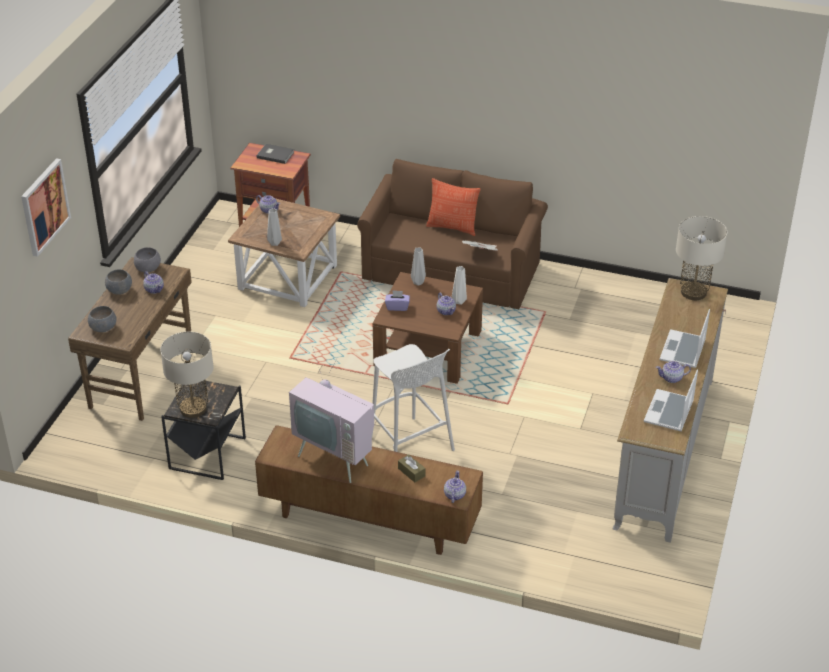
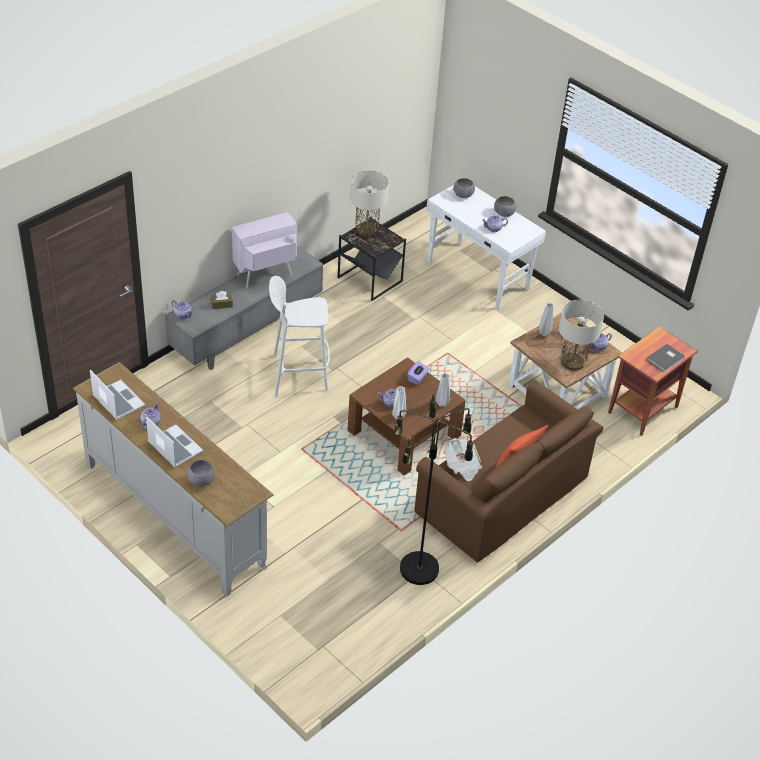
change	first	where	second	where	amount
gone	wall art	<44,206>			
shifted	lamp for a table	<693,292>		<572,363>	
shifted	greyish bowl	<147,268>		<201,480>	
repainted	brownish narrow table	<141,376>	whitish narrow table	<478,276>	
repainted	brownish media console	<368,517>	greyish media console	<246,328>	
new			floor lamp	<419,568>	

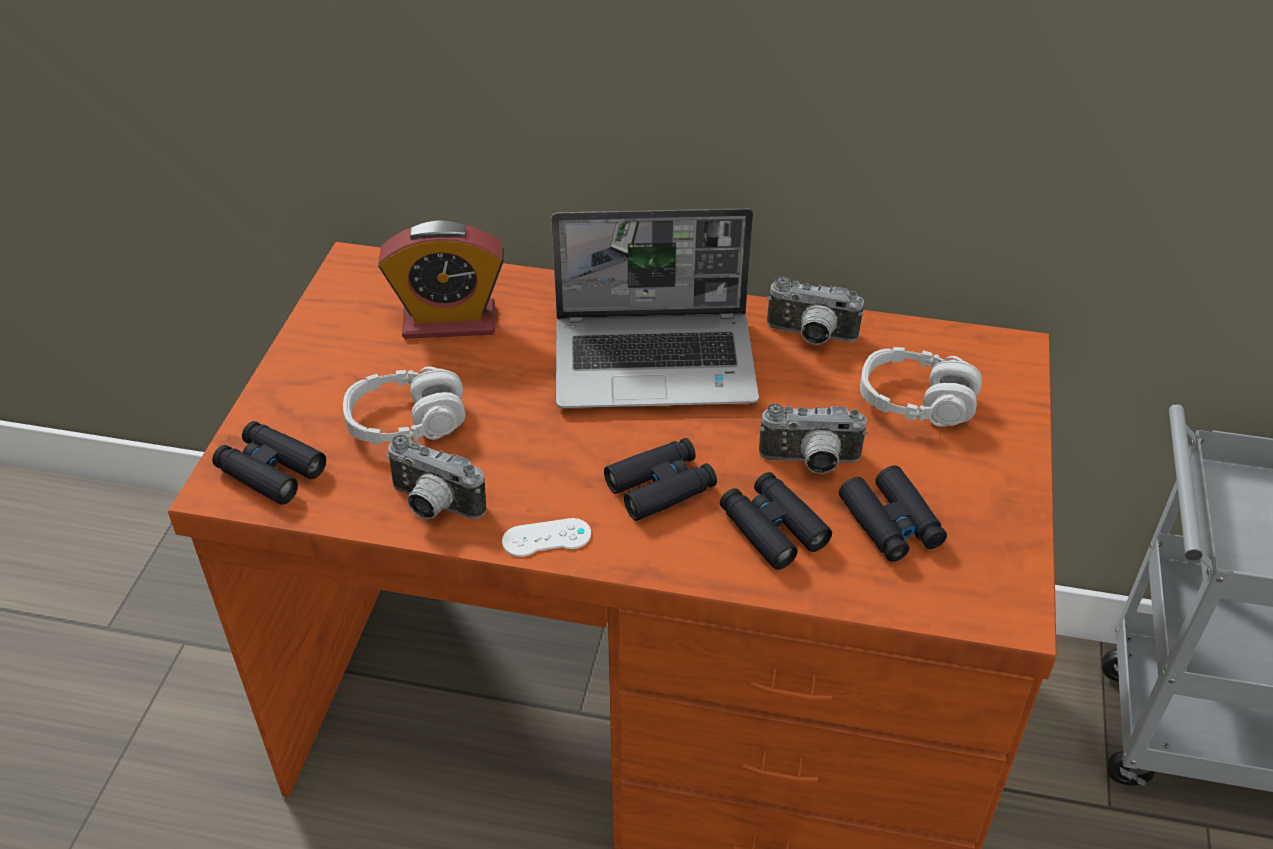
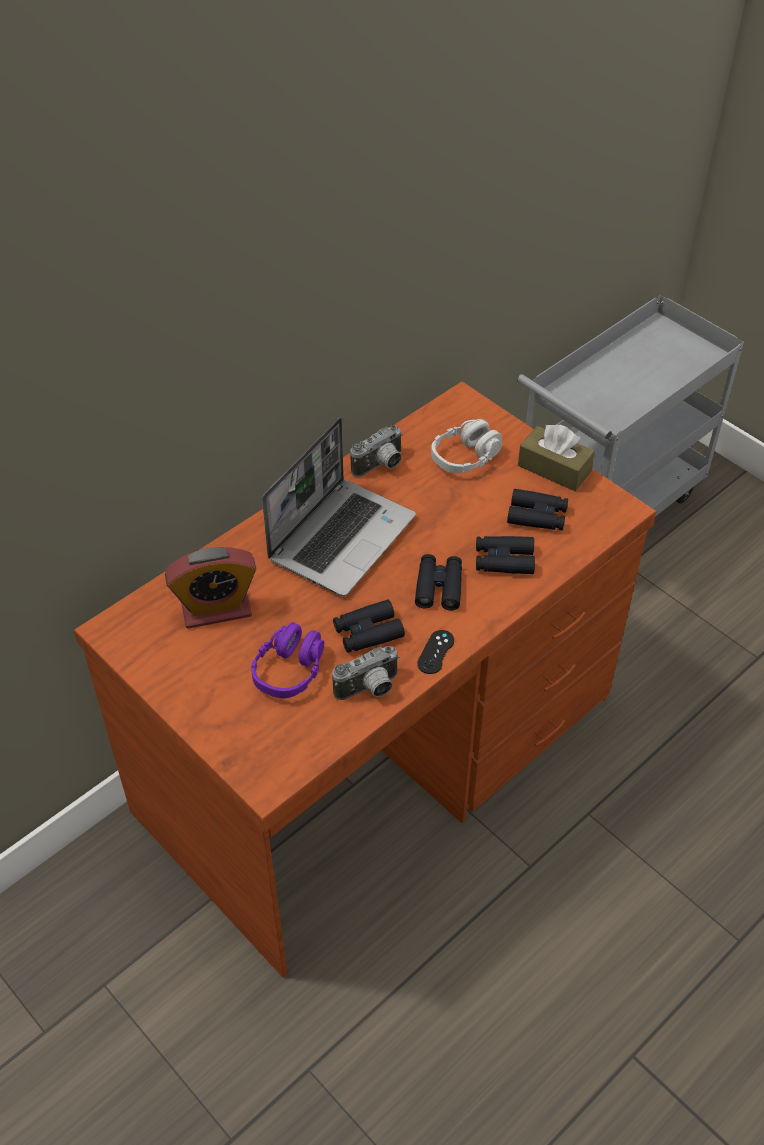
change	first	where	second	where	amount
rotated	table clock	<449,321>		<216,609>	45 degrees clockwise
repainted	greyish headphones	<407,422>	purple-coloured headphones	<289,670>	
gone	still camera	<810,463>			
shifted	blackish binoculars	<271,470>		<368,632>	
repainted	whitish gamepad	<546,538>	blackish gamepad	<435,652>	
new			brownish tissue box	<554,468>	

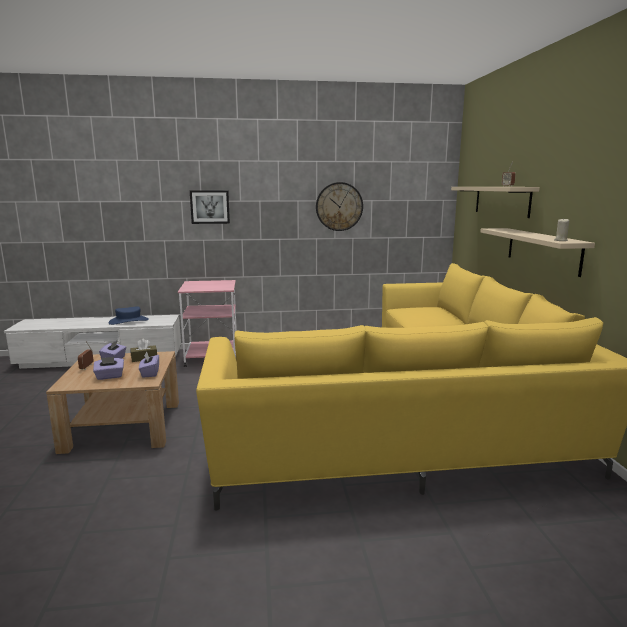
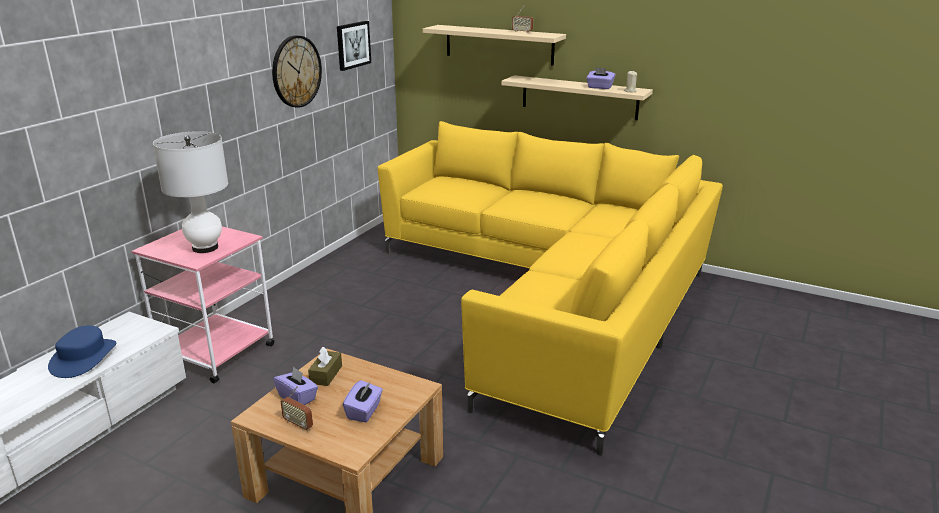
change	first	where	second	where	amount
shifted	wall art	<210,207>		<353,45>	
shifted	purple-coloured tissue box	<150,373>		<599,87>	
new			whitish lamp for a table	<205,248>	

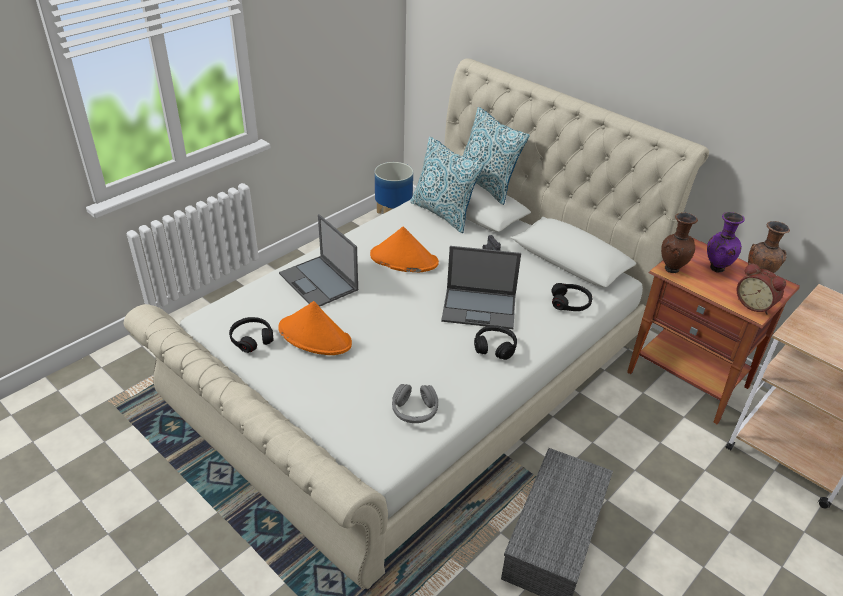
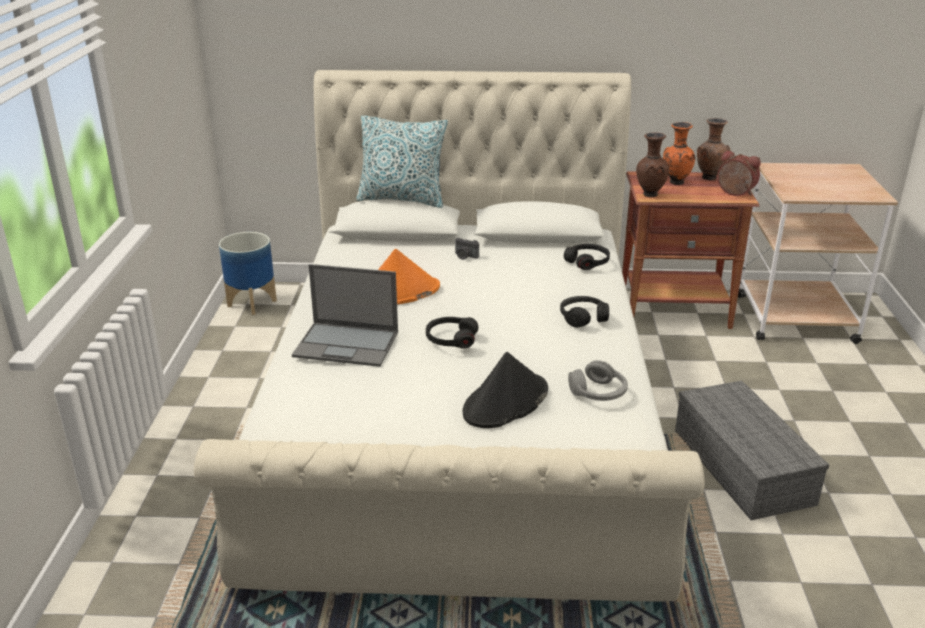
change	first	where	second	where	amount
gone	cushion	<443,213>			
repainted	purple-coloured decorative vase	<716,268>	orangey decorative vase	<675,182>	
gone	notebook computer	<480,308>			
rotated	table clock	<755,304>		<734,193>	150 degrees counterclockwise
gone	orangey wearable hat	<315,336>			
shifted	blackish headphones	<251,339>		<451,339>	
new			blackish wearable hat	<505,402>	

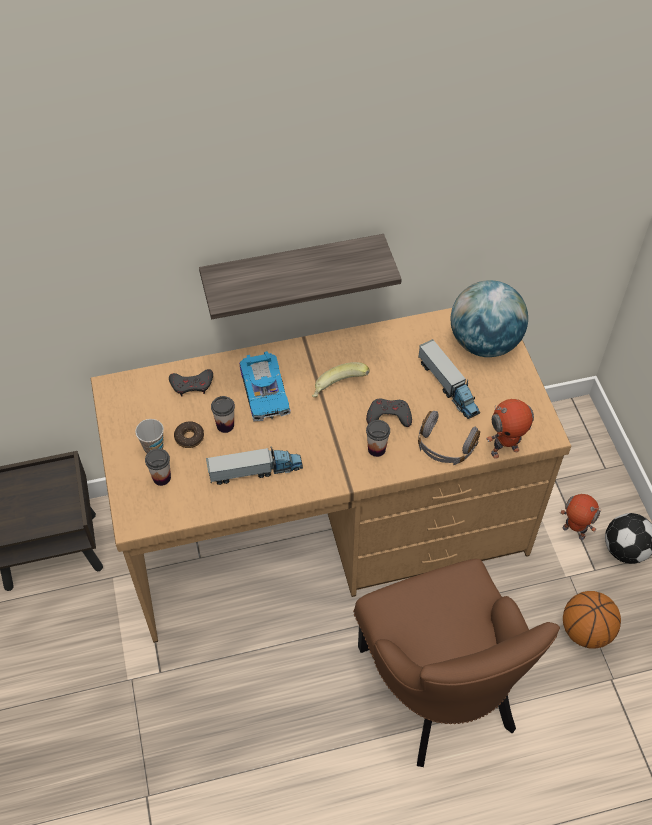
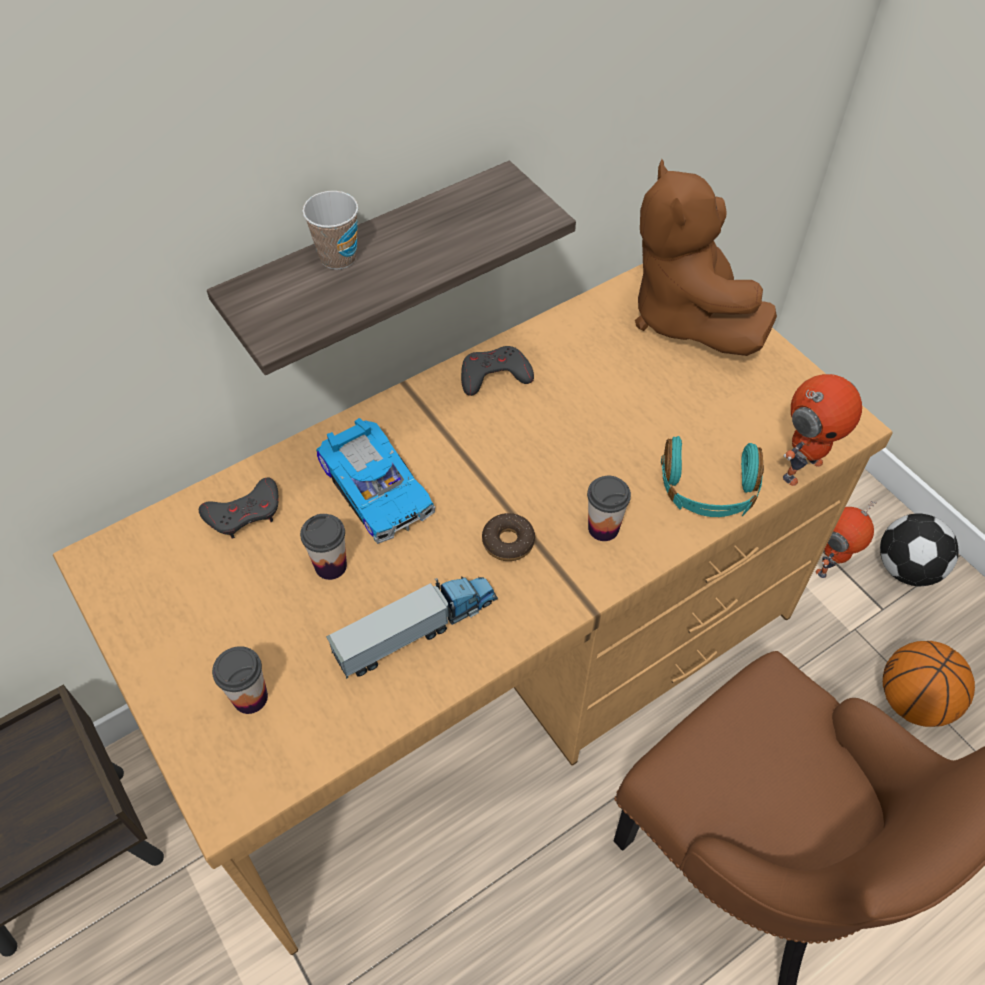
change	first	where	second	where	amount
swapped	world globe	<484,343>	brownish plush toy	<685,316>	
gone	toy truck	<448,386>			
gone	banana	<339,390>			
shifted	greyish gamepad	<389,415>		<494,375>	
repainted	greyish headphones	<445,446>	turquoise-coloured headphones	<708,490>	
shifted	drinking cup	<153,448>		<338,257>	
shifted	donut	<189,437>		<508,542>	
rotated	robot figure	<573,533>		<830,566>	60 degrees counterclockwise

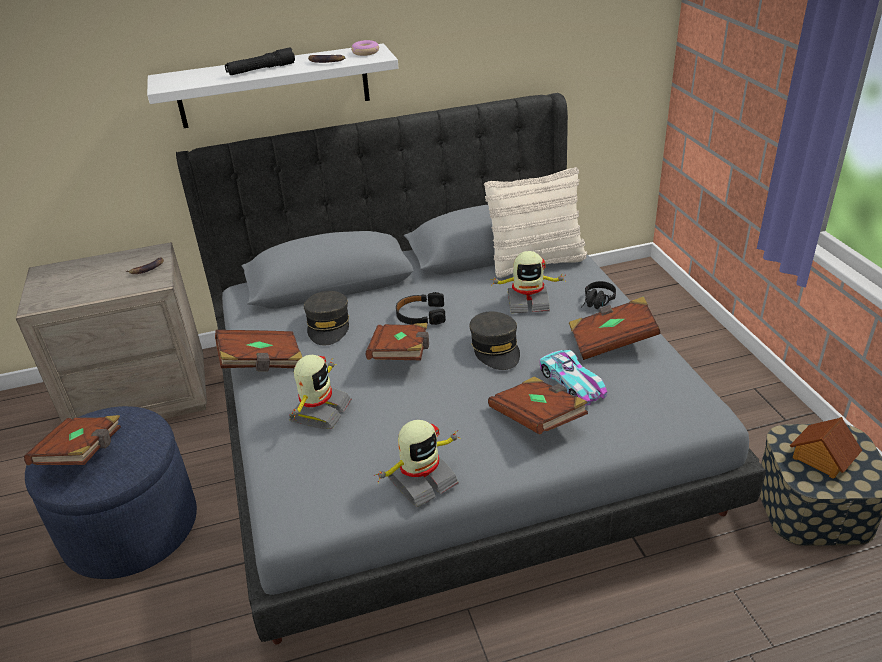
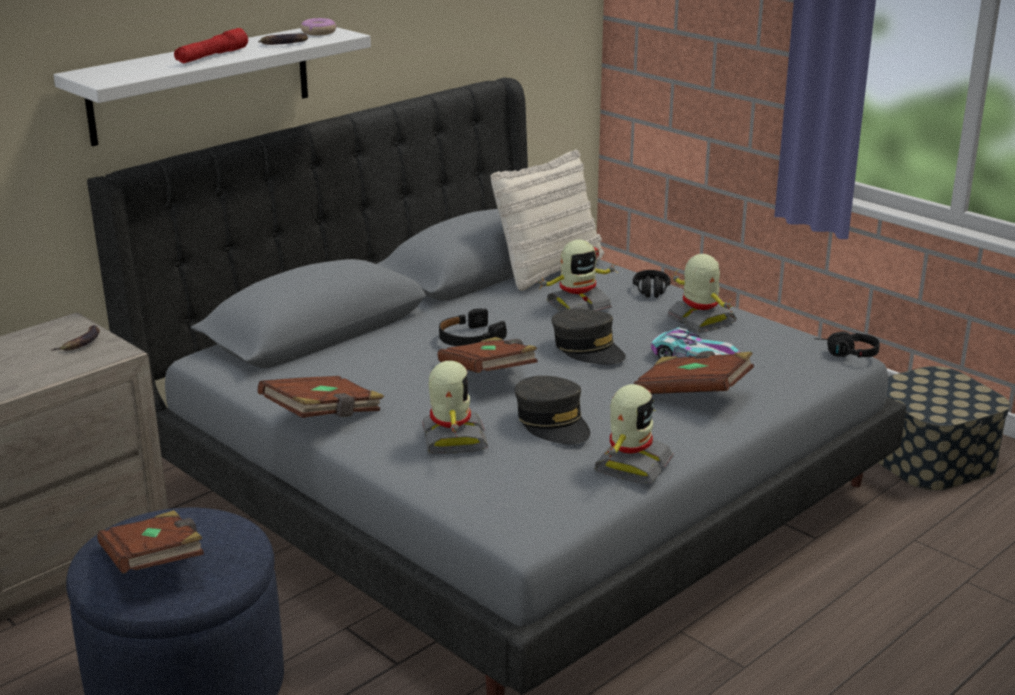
change	first	where	second	where	amount
repainted	blackish hand torch	<261,70>	red hand torch	<212,56>	
shifted	greyish peaked cap	<328,326>		<552,423>	
swapped	brownish volume	<611,342>	robot figure	<700,321>	
gone	toy house	<821,458>			
new			blackish headphones	<845,354>	

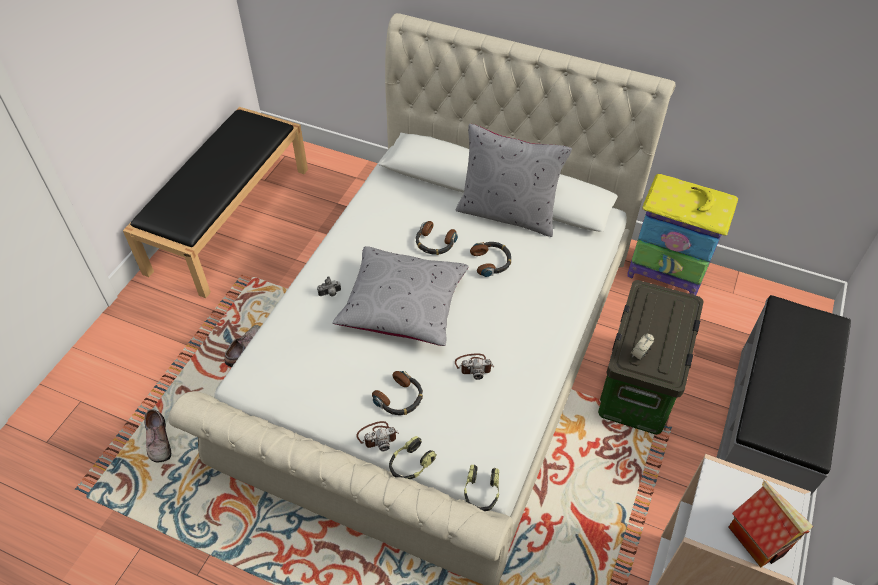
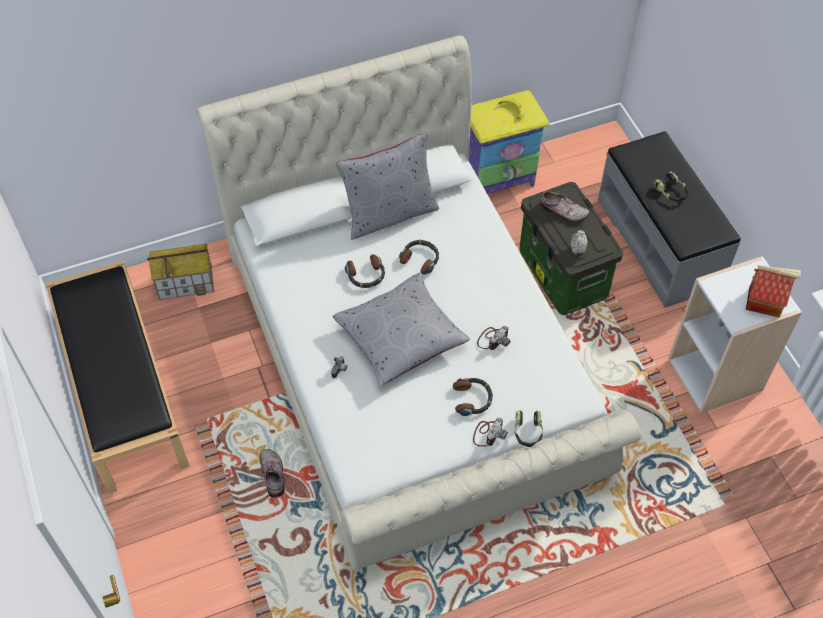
change	first	where	second	where	amount
shifted	shoe	<157,440>		<562,211>	
shifted	headphones	<481,492>		<671,192>	
new			toy house	<186,282>	

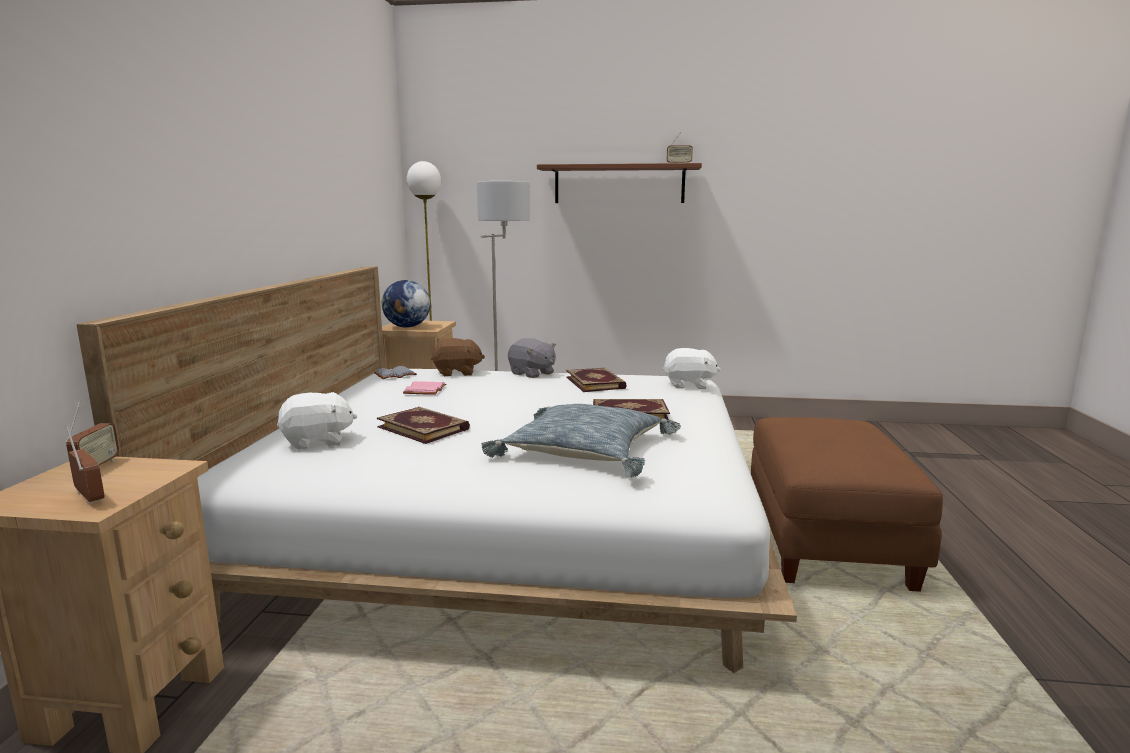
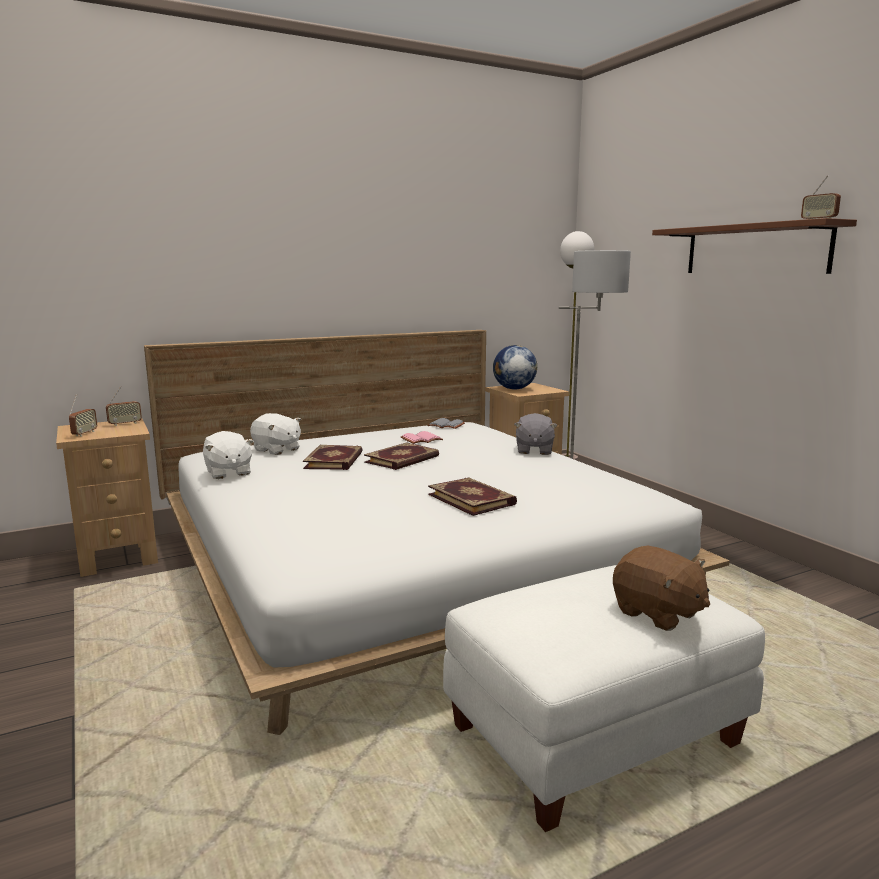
change	first	where	second	where	amount
shifted	brownish plush toy	<457,373>		<657,613>	
shifted	whitish plush toy	<689,385>		<228,473>	
shifted	volume	<596,382>		<402,459>	
gone	cushion	<585,447>			
repainted	brownish ottoman	<824,540>	whitish ottoman	<594,734>	

